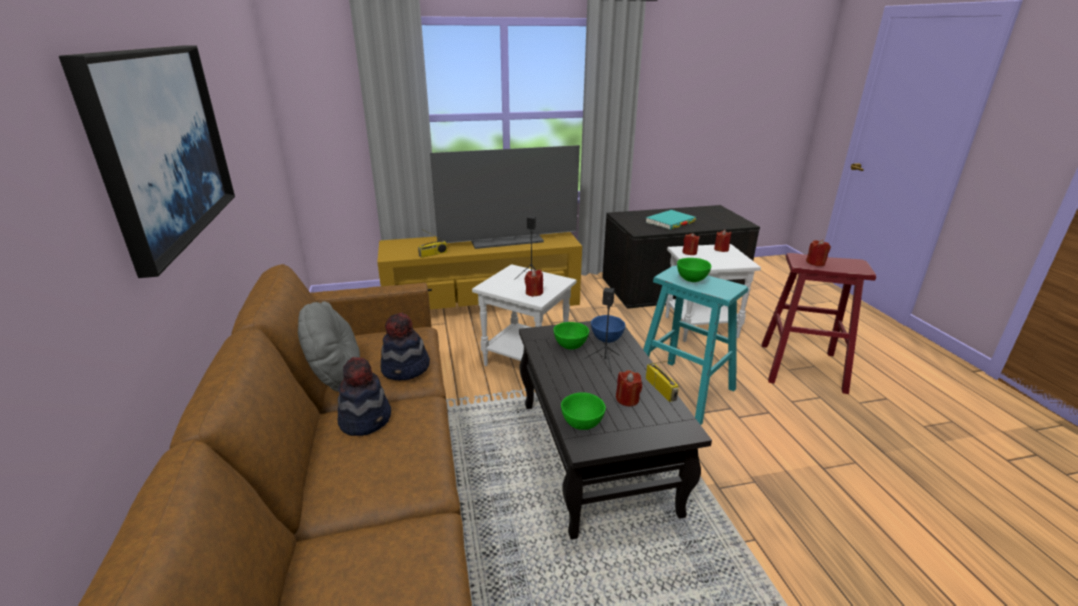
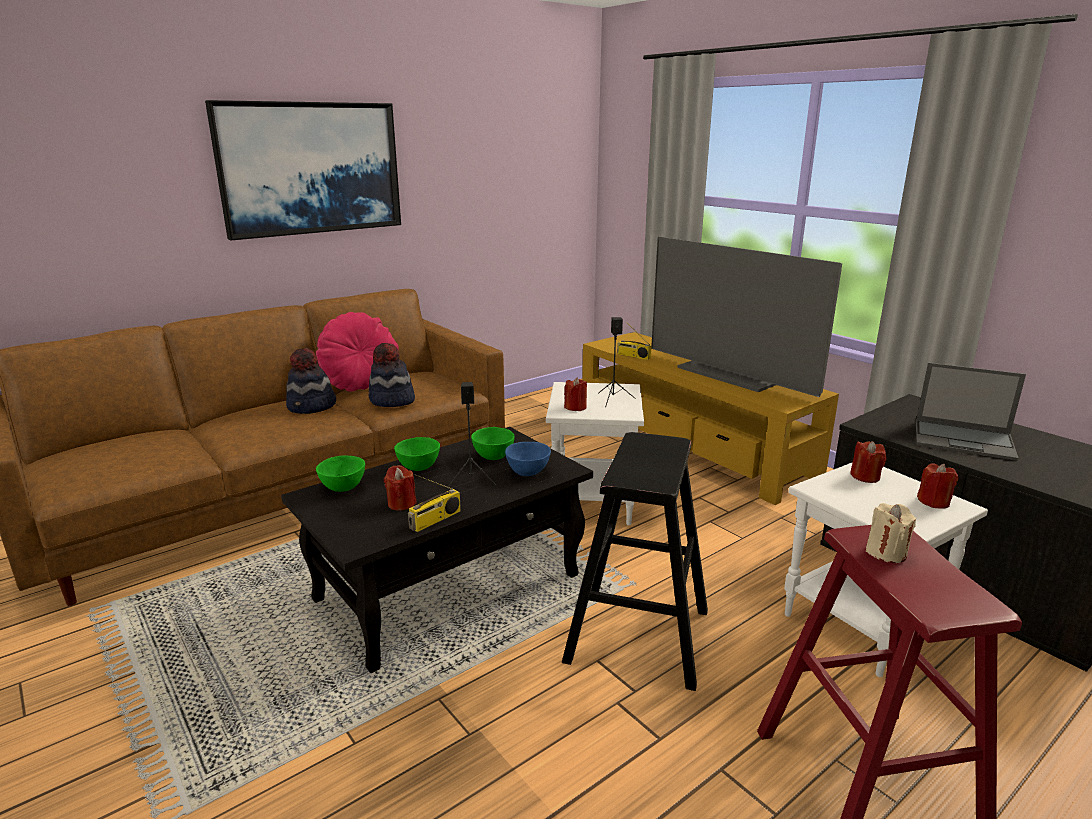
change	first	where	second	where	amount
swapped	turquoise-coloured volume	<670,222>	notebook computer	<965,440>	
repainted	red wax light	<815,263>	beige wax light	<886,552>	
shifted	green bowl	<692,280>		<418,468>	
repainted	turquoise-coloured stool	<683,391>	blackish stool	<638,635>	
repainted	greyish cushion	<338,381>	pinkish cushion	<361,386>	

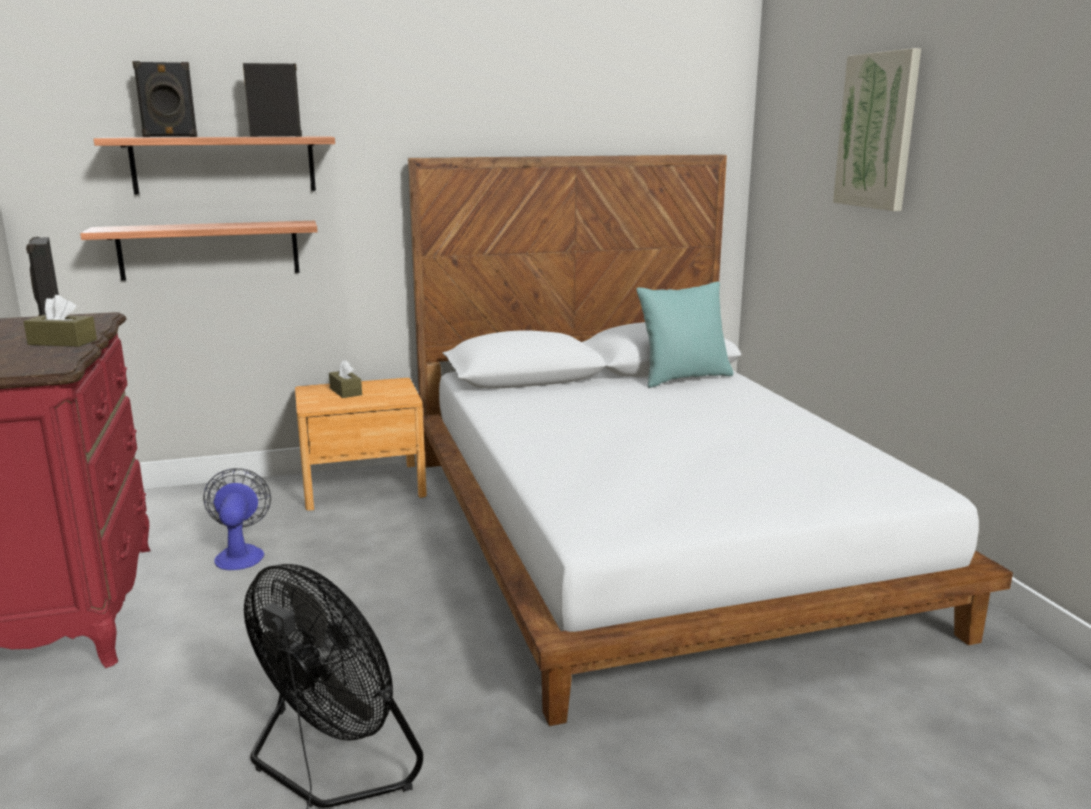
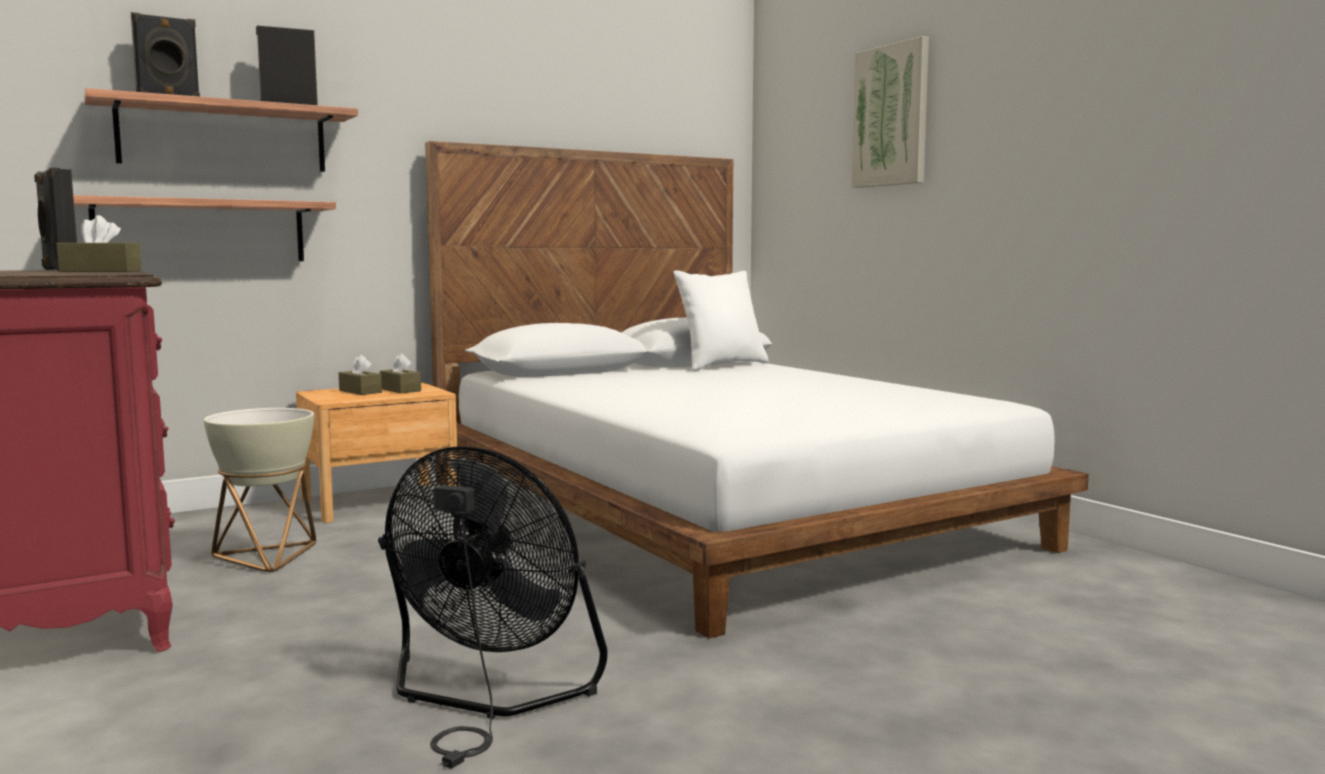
change	first	where	second	where	amount
repainted	turquoise-coloured cushion	<683,378>	whitish cushion	<721,366>	
swapped	cooling fan	<240,554>	plant pot	<266,558>	
new			brownish tissue box	<400,390>	

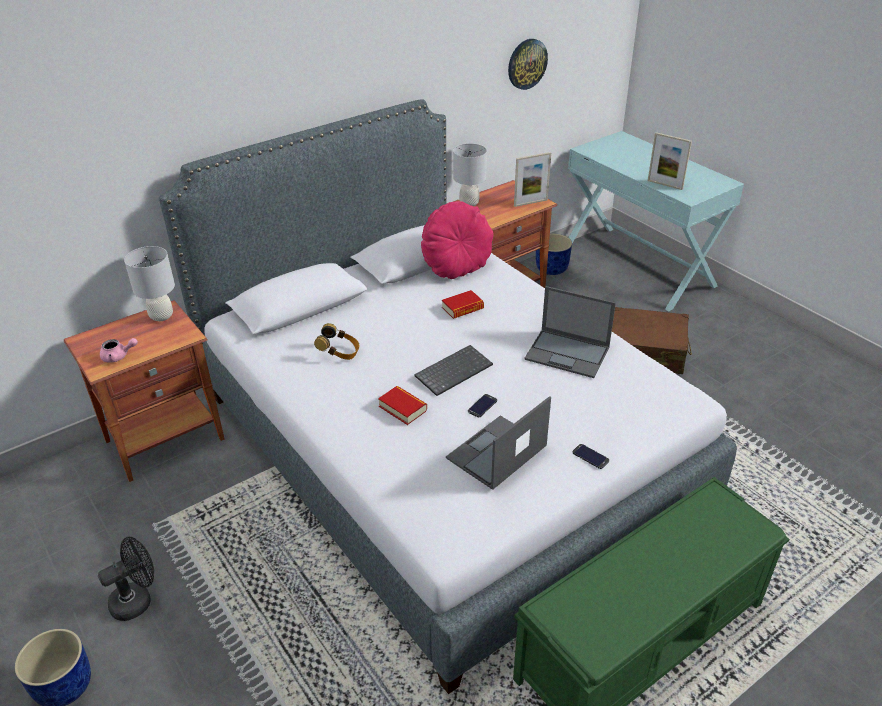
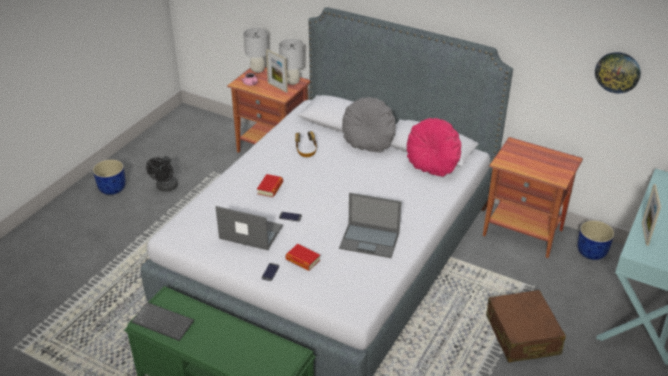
change	first	where	second	where	amount
shifted	greyish lamp for a table	<470,204>		<258,71>	
shifted	photo frame	<530,203>		<277,87>	
rotated	notebook computer	<568,353>		<370,240>	75 degrees counterclockwise
shifted	volume	<462,308>		<303,260>	
shifted	keyboard	<453,370>		<164,322>	
rotated	blackish cooling fan	<137,600>		<165,188>	75 degrees clockwise
new			greyish cushion	<368,145>	

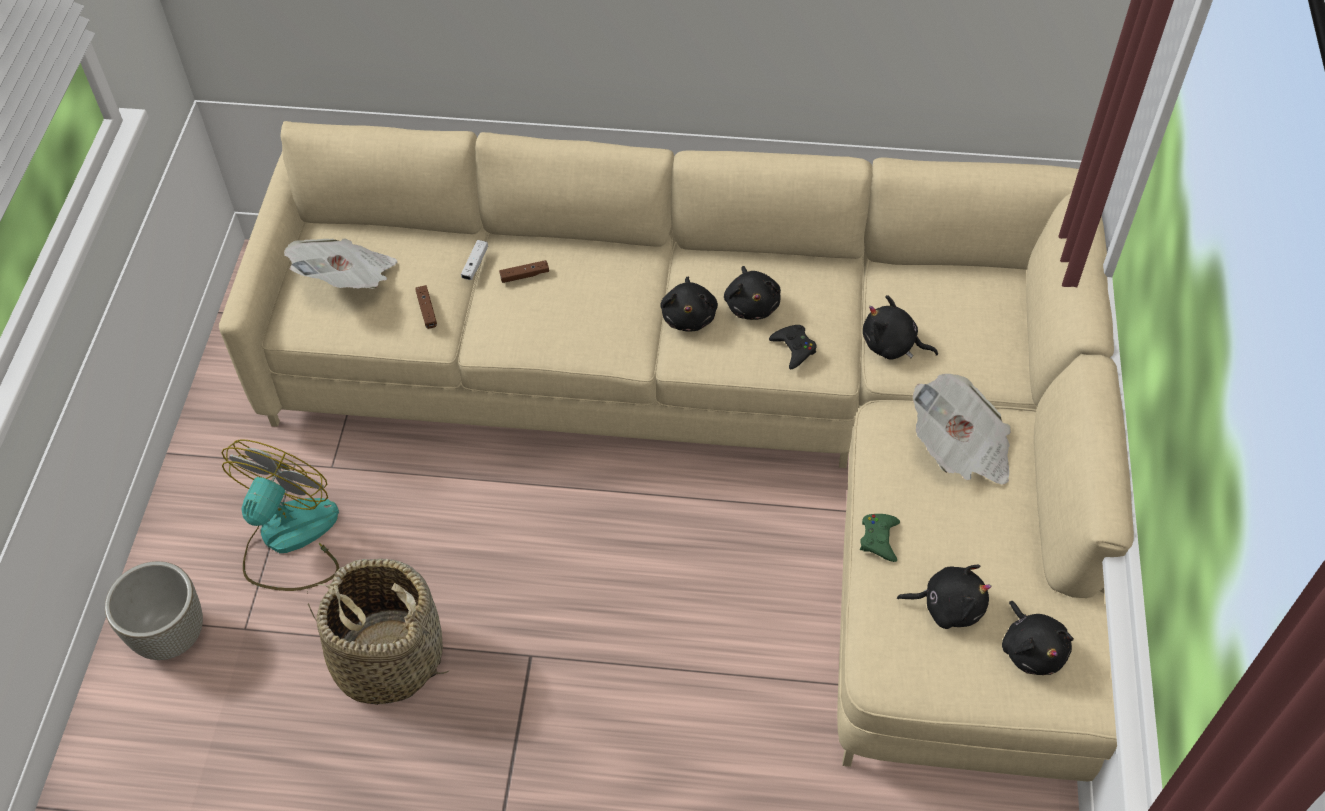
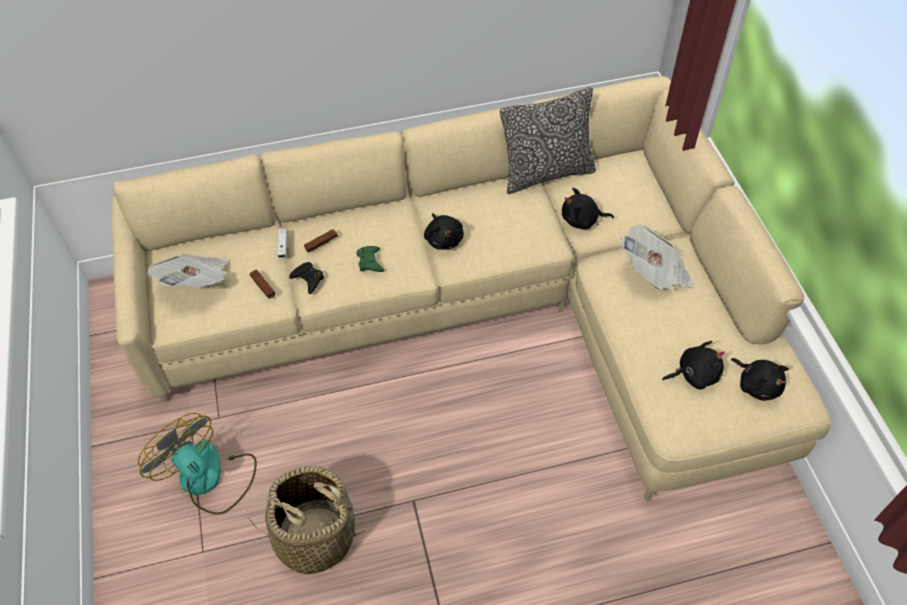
change	first	where	second	where	amount
gone	blackish plush toy	<752,304>			
shifted	blackish gamepad	<794,348>		<308,279>	
rotated	cooling fan	<289,540>		<209,478>	45 degrees counterclockwise
shifted	green gamepad	<879,539>		<370,262>	
gone	greyish plant pot	<171,635>			
new			cushion	<546,173>	

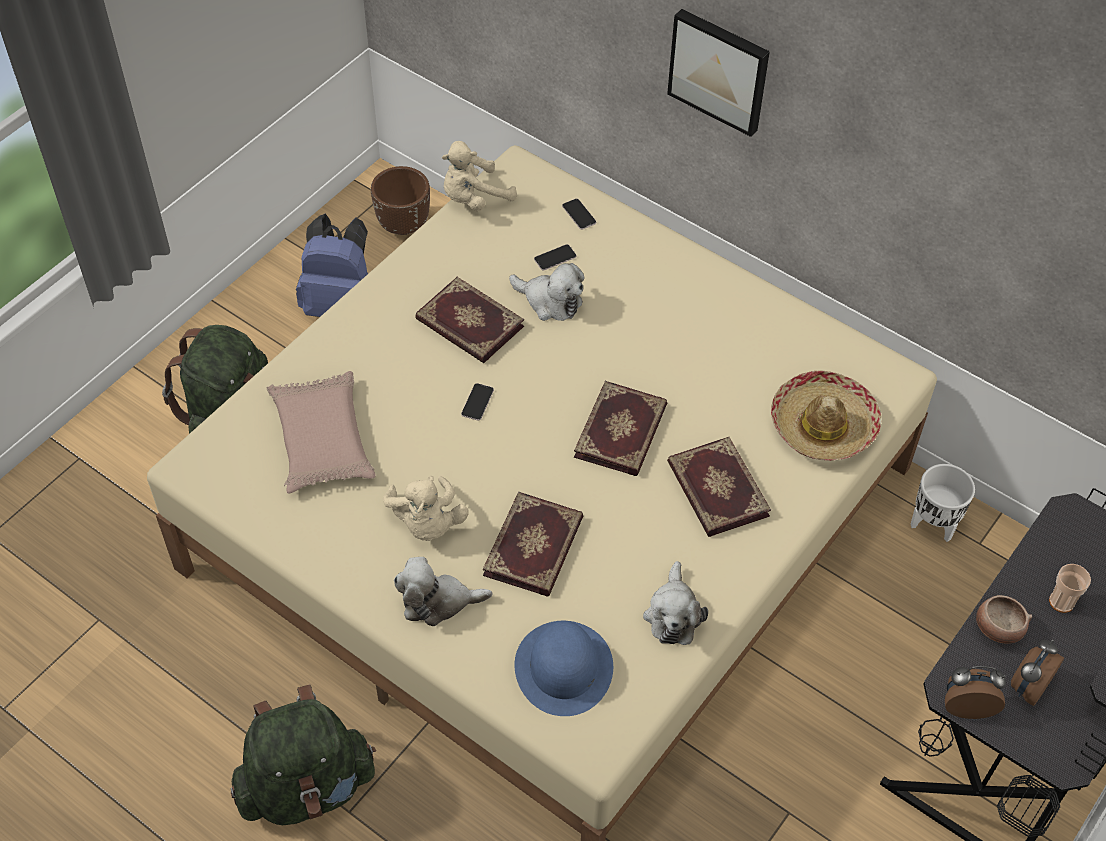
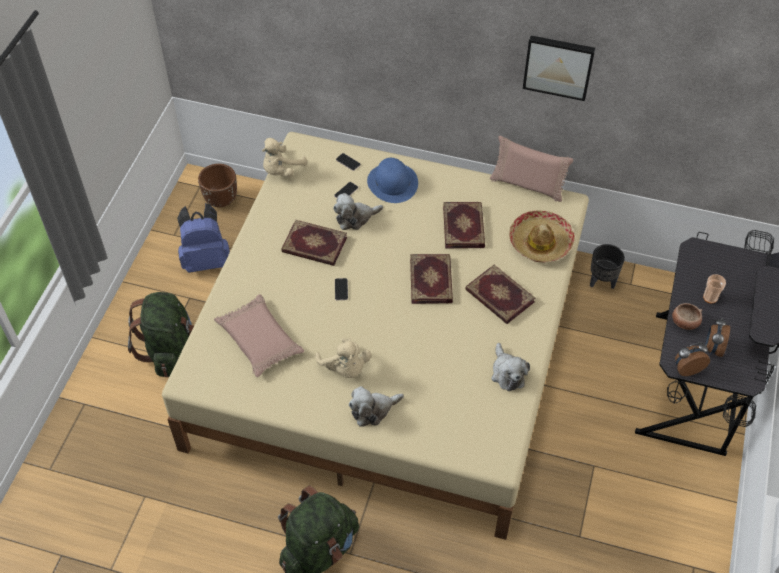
change	first	where	second	where	amount
shifted	wall art	<720,70>		<558,66>	
rotated	plush toy	<550,301>		<355,218>	150 degrees clockwise
repainted	whitish plant pot	<933,525>	blackish plant pot	<602,282>	
shifted	volume	<535,547>		<464,227>	
shifted	blue wearable hat	<564,668>		<392,183>	
new			beige cushion	<527,185>	

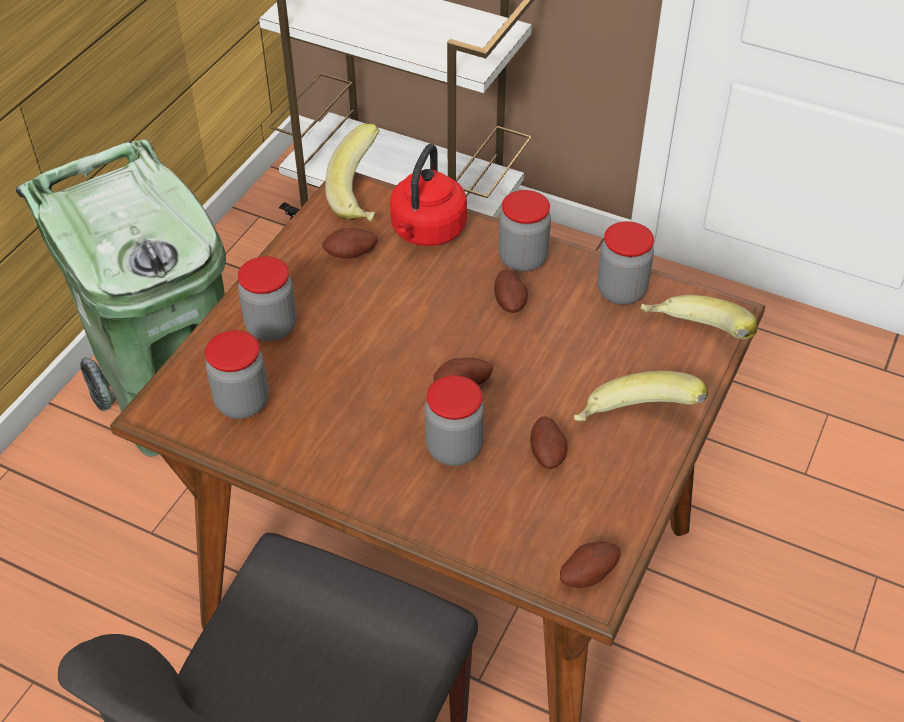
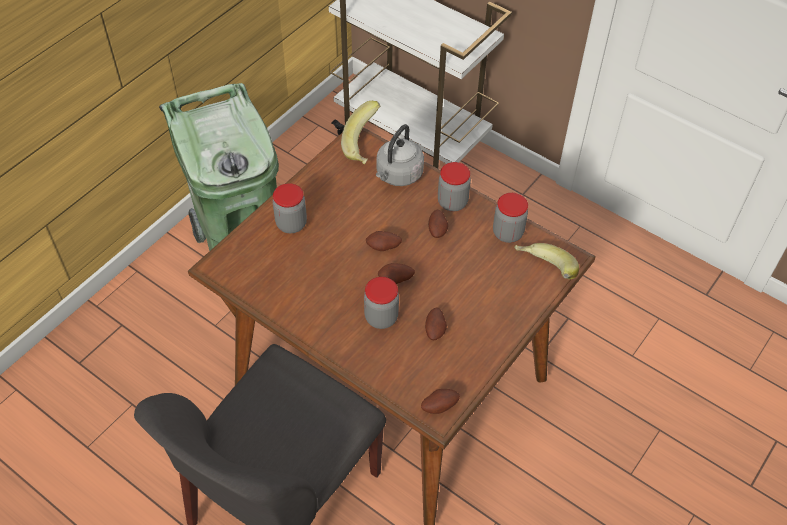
change	first	where	second	where	amount
repainted	red tea kettle	<426,232>	greyish tea kettle	<398,175>	
shifted	whole potato	<351,255>		<383,247>	
gone	storage jar	<242,402>			
gone	banana	<635,423>			

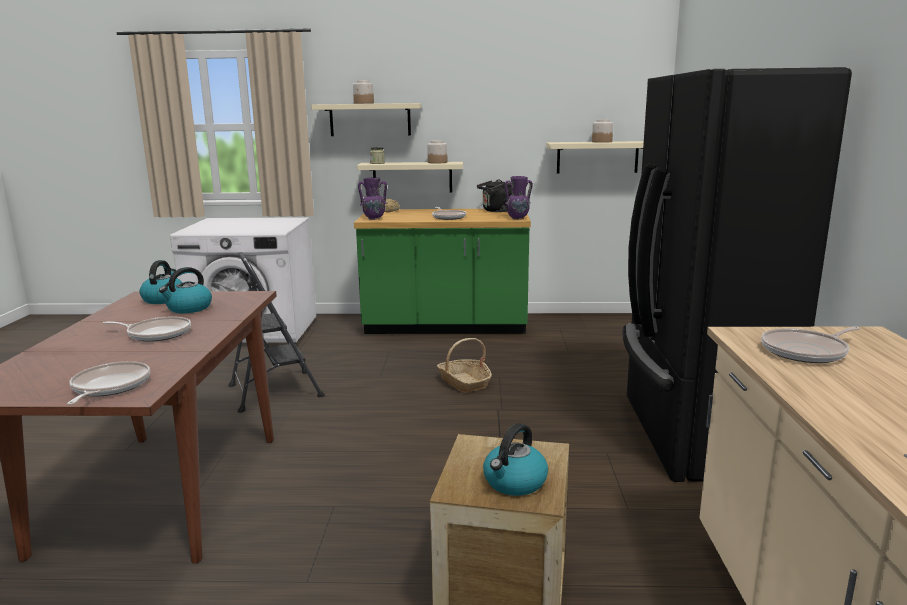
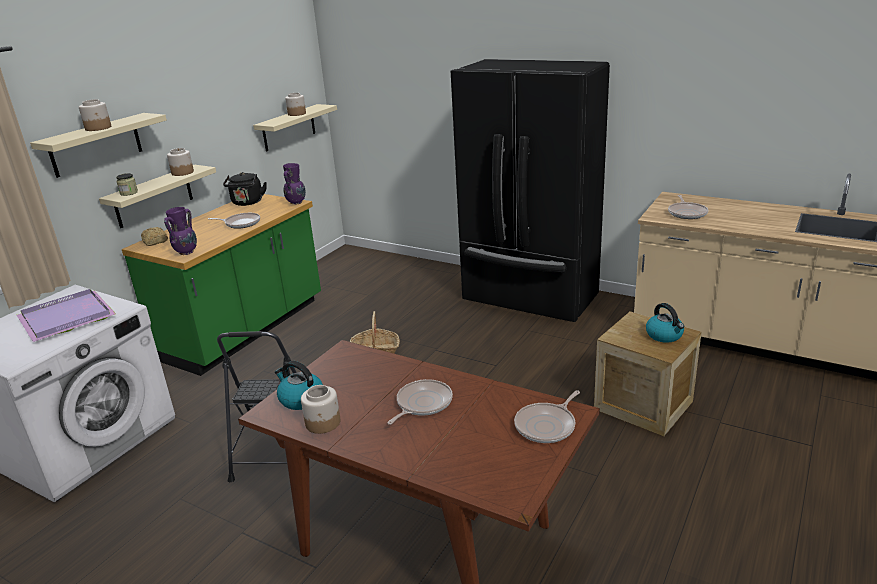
change	first	where	second	where	amount
gone	tea kettle	<189,308>			
rotated	skillet	<109,387>		<547,425>	75 degrees counterclockwise
new			purple-coloured tray	<68,317>	
new			storage jar	<323,423>	

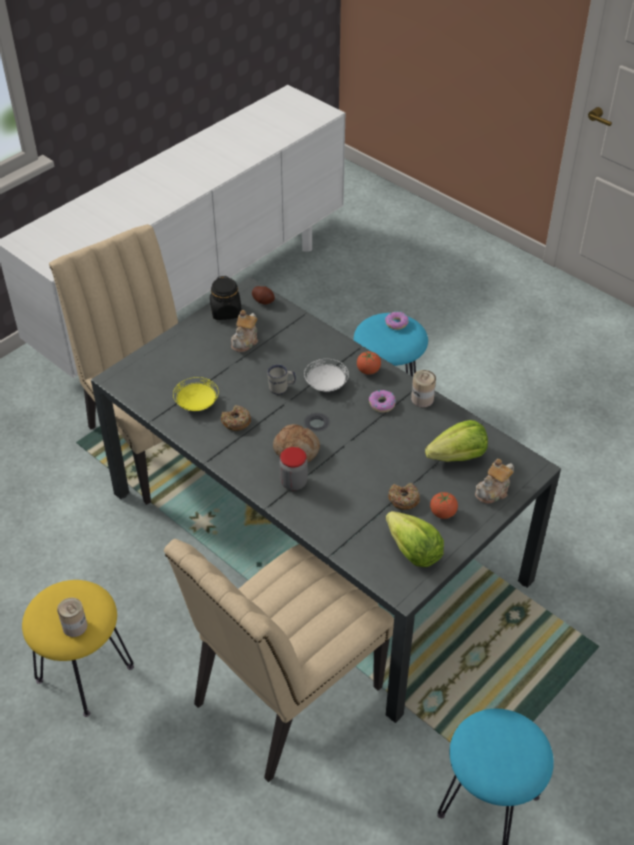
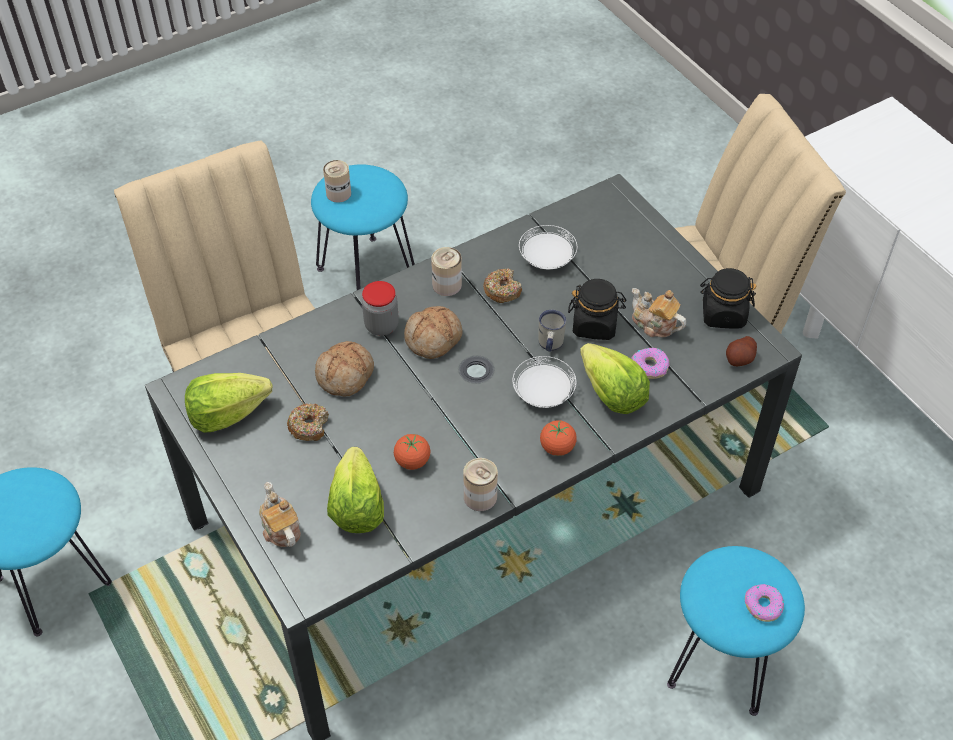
change	first	where	second	where	amount
repainted	yellowish dinner plate	<196,404>	whitish dinner plate	<546,259>	
shifted	donut	<382,404>		<649,367>	
shifted	whole tomato	<442,513>		<412,461>	
repainted	yellowish stool	<84,673>	turquoise-coloured stool	<366,272>	
new			metal can	<447,285>	
new			blackish storage jar	<595,325>	
new			bread	<346,375>	
new			head of lettuce	<611,394>	

